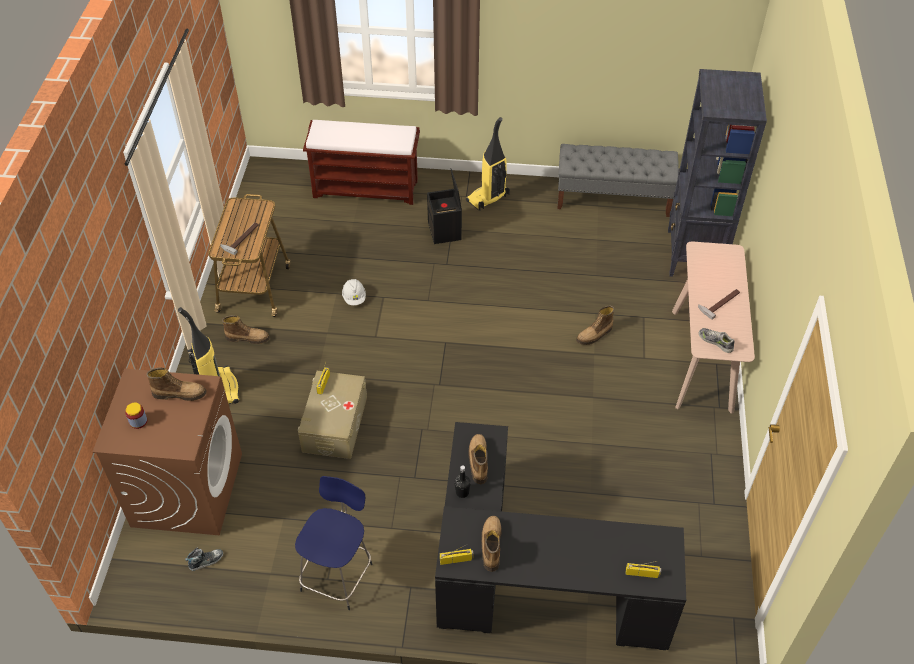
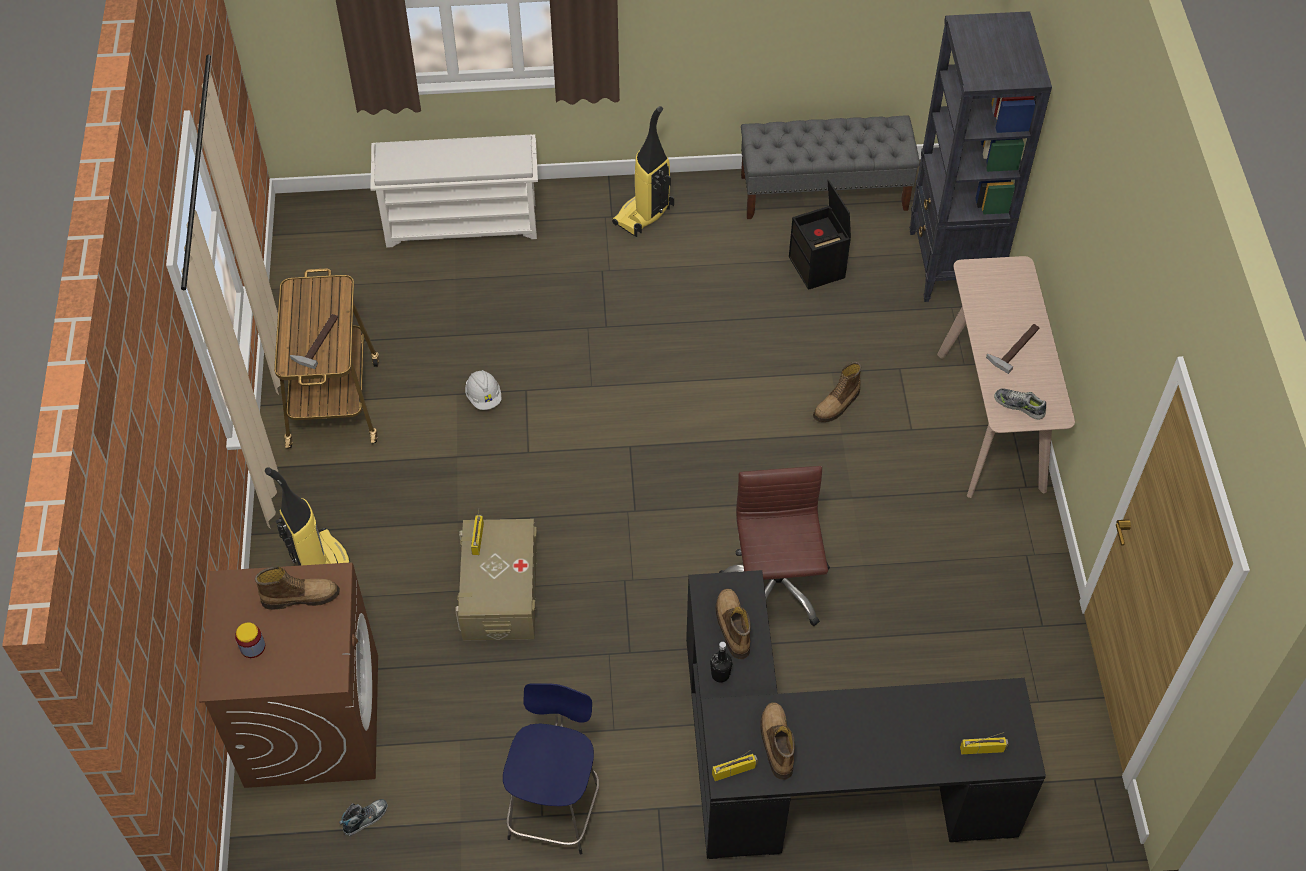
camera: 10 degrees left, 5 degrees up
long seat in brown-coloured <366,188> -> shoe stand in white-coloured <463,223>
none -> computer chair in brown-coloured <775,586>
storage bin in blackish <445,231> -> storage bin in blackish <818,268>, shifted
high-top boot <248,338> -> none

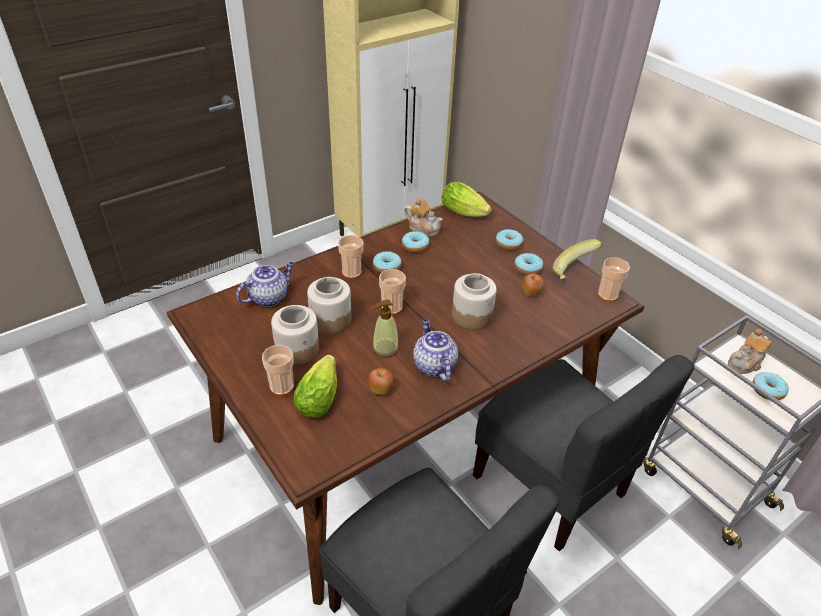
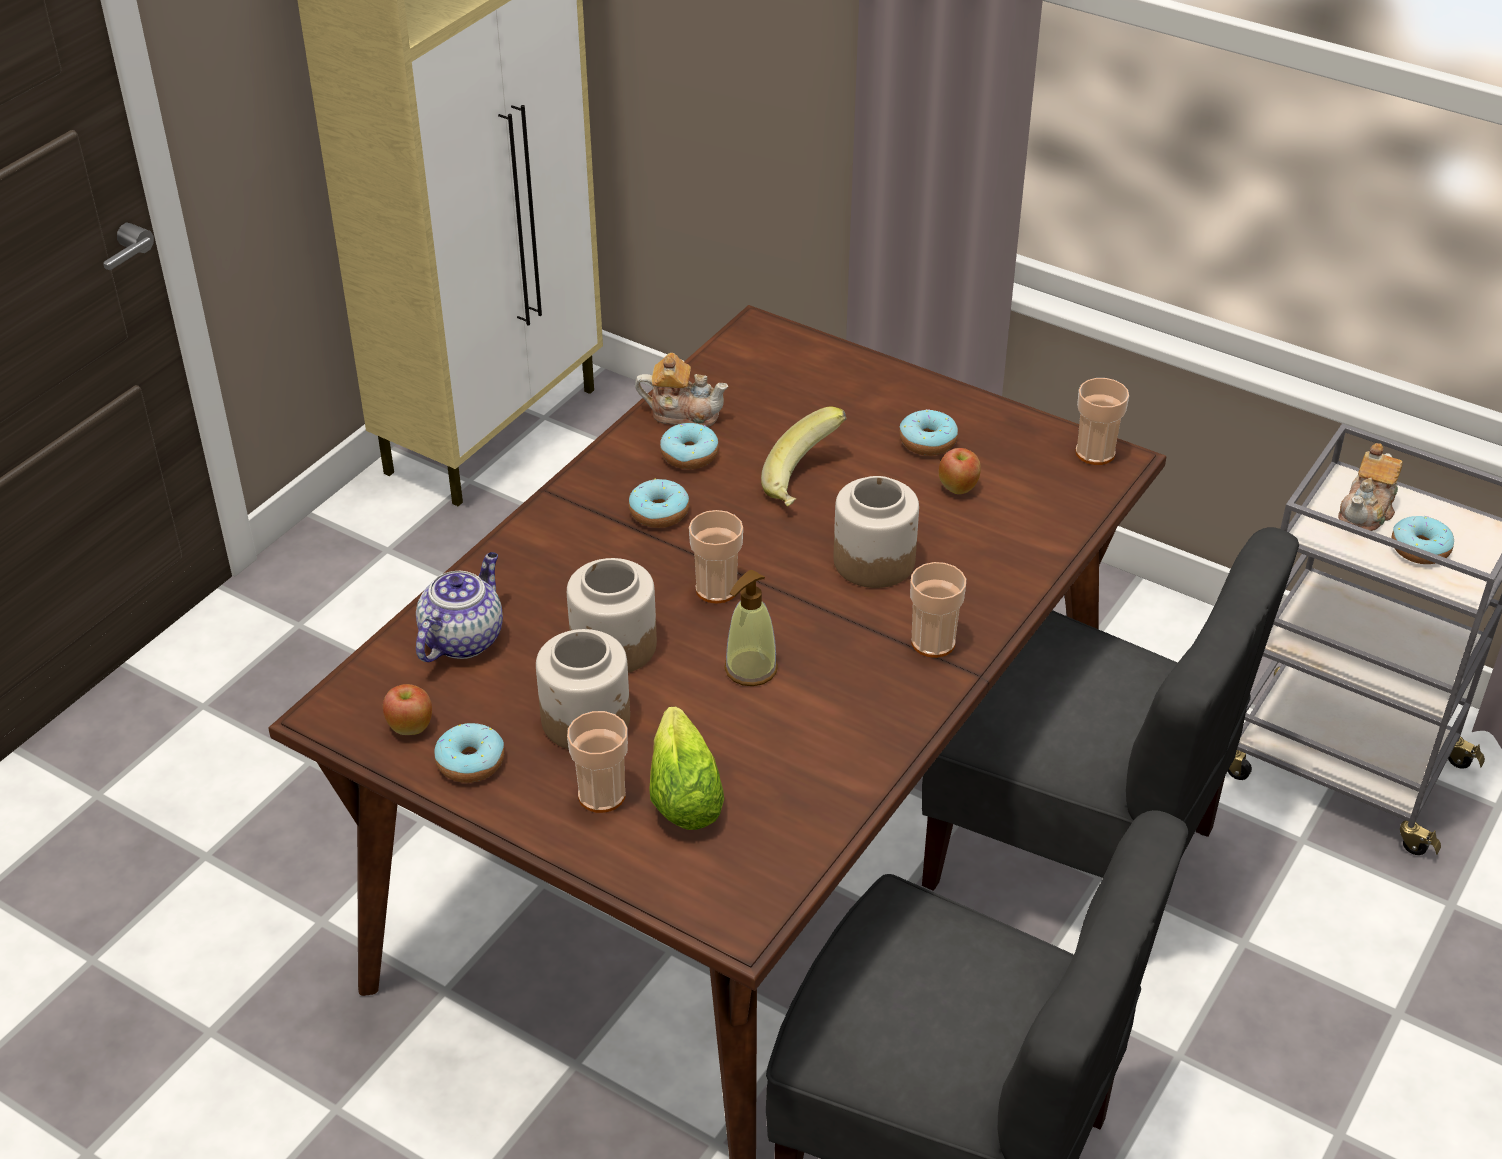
camera: 20 degrees left, 0 degrees up
apple fruit <380,389> -> apple fruit <410,727>, shifted
ring doughnut <508,244> -> ring doughnut <470,762>, shifted
banana fruit <574,272> -> banana fruit <806,483>, shifted
drinking cup <351,272> -> drinking cup <933,642>, shifted
pot for tea <433,365> -> none
head of lettuce <466,212> -> none

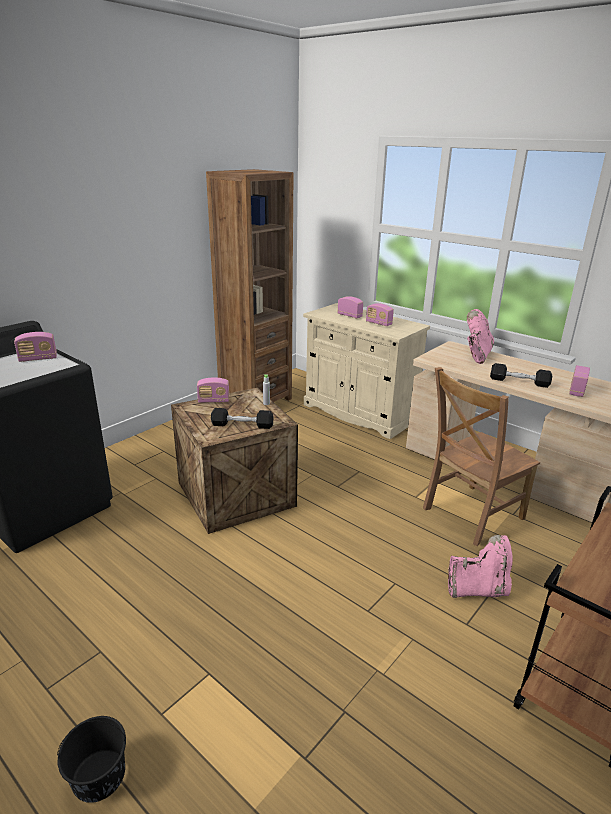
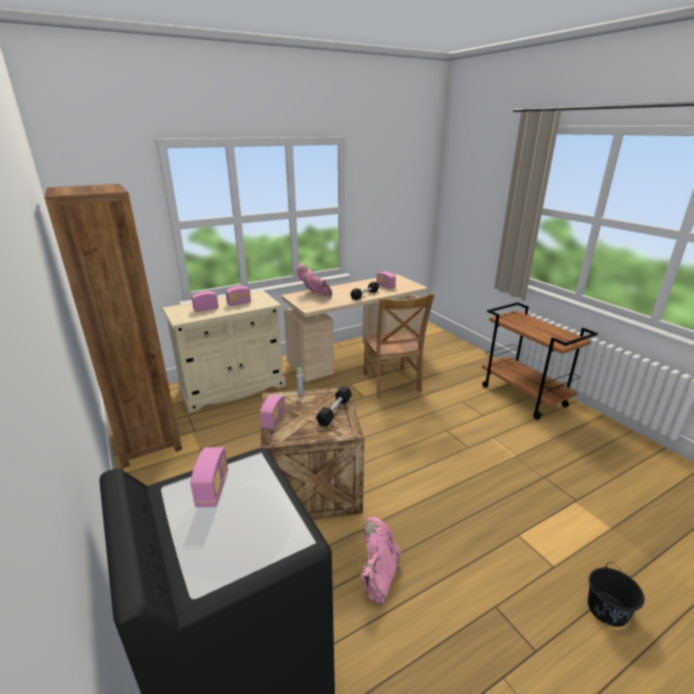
camera: 70 degrees left, 0 degrees up
high-top boot in pink <478,589> -> high-top boot in pink <379,575>, shifted

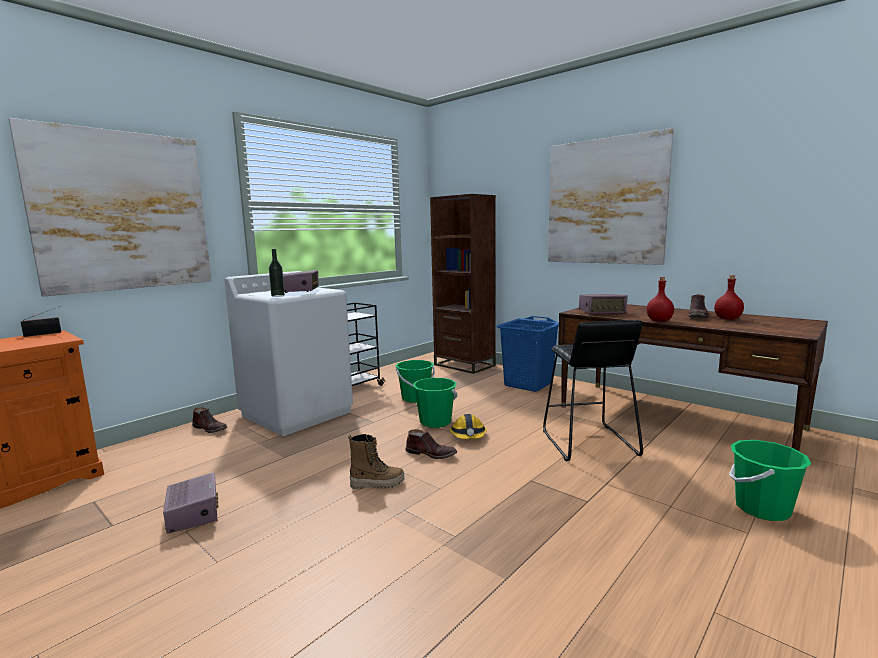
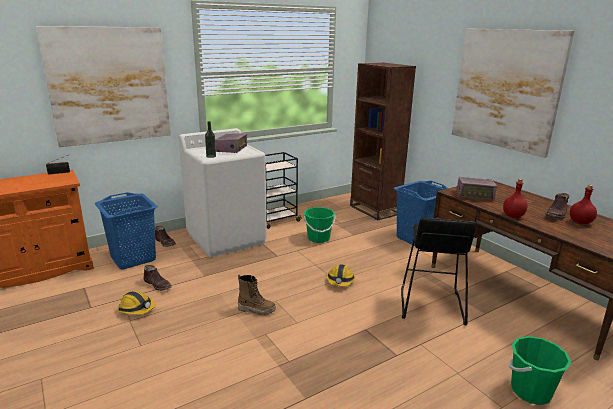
camera: 15 degrees right, 10 degrees up
none -> washing basket in bluish <133,258>
radio set <194,514> -> hard hat <137,309>
high-top boot in brown-coloured <431,454> -> high-top boot in brown-coloured <158,284>, shifted
pail in green-coloured <435,422> -> none

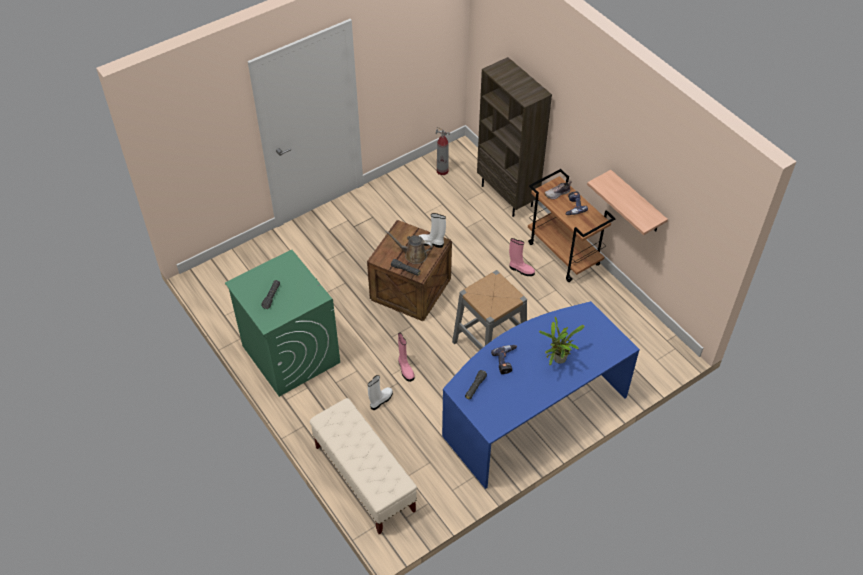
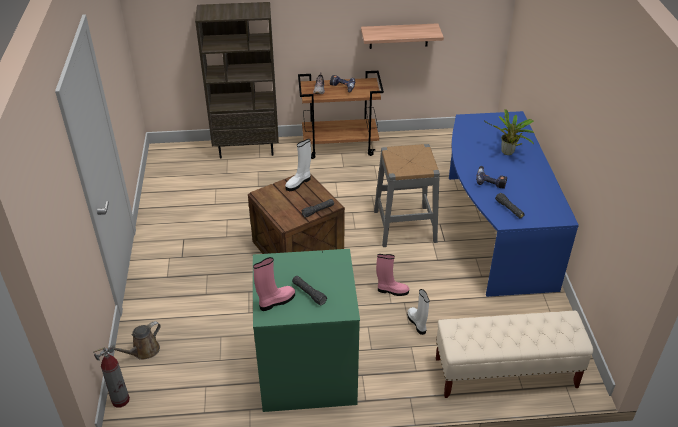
camera: 60 degrees left, 10 degrees down
extinguisher <442,171> -> extinguisher <120,400>, shifted
watering can in brown-coloured <413,255> -> watering can in brown-coloured <143,351>, shifted
high-top boot in pink <521,270> -> high-top boot in pink <276,301>, shifted

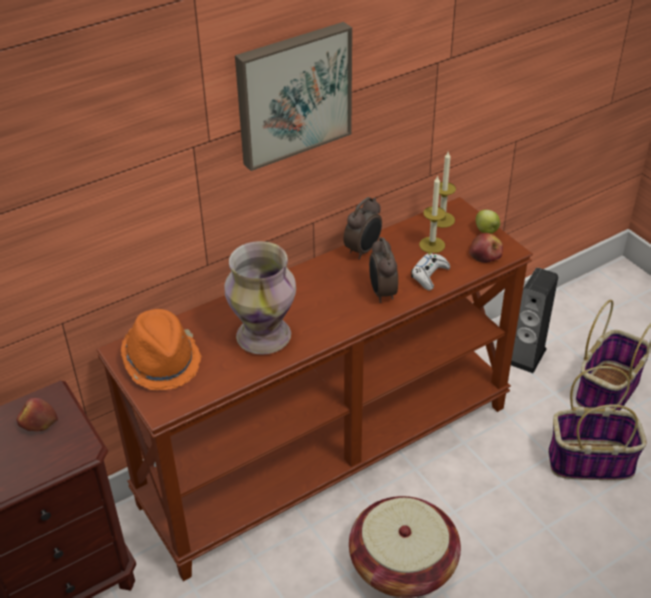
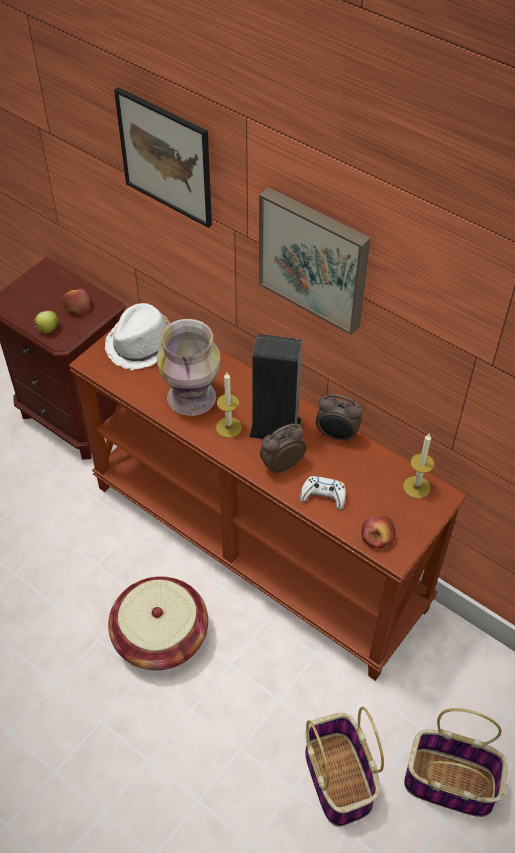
camera: 70 degrees right, 10 degrees up
apple fruit <486,231> -> apple fruit <47,329>, shifted
hat in orangey <162,361> -> hat in white-coloured <141,345>
none -> wall art <166,157>
wax light <432,245> -> wax light <228,427>, shifted
loudspeaker <527,356> -> loudspeaker <275,428>, shifted

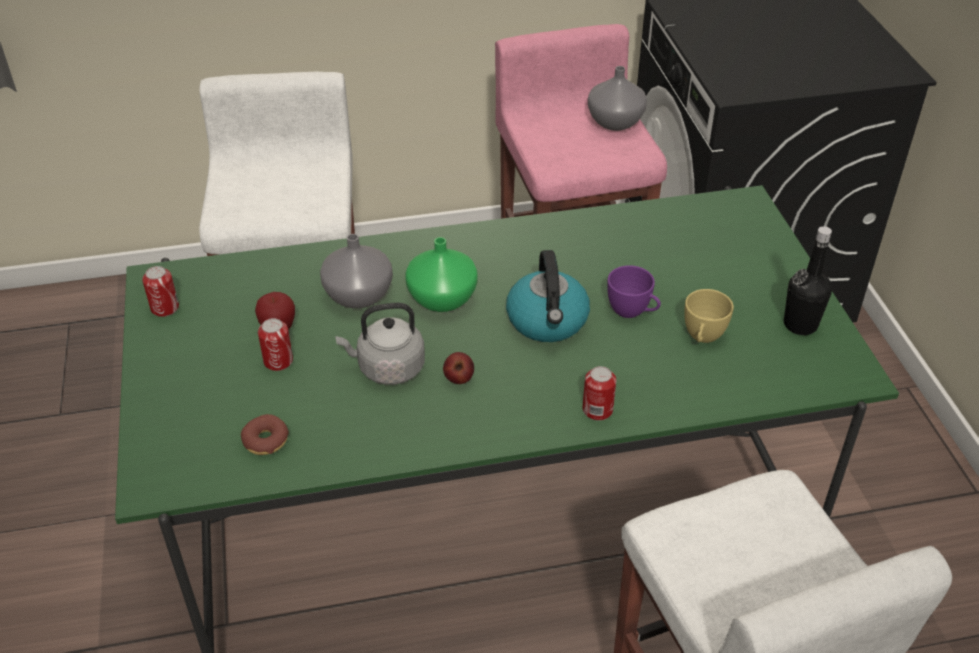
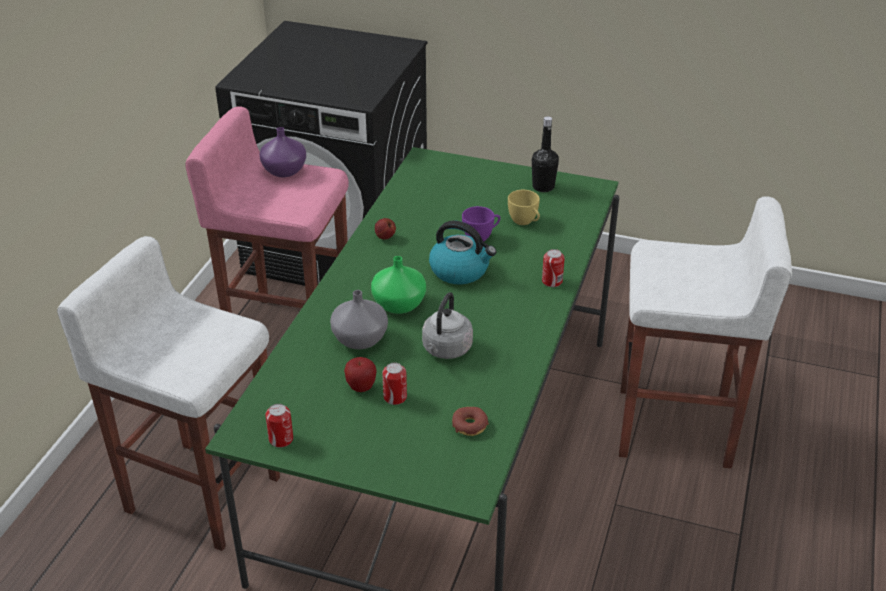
camera: 60 degrees left, 5 degrees down
decorative vase in greyish <614,121> -> decorative vase in purple <283,170>
apple fruit <458,379> -> apple fruit <384,237>, shifted

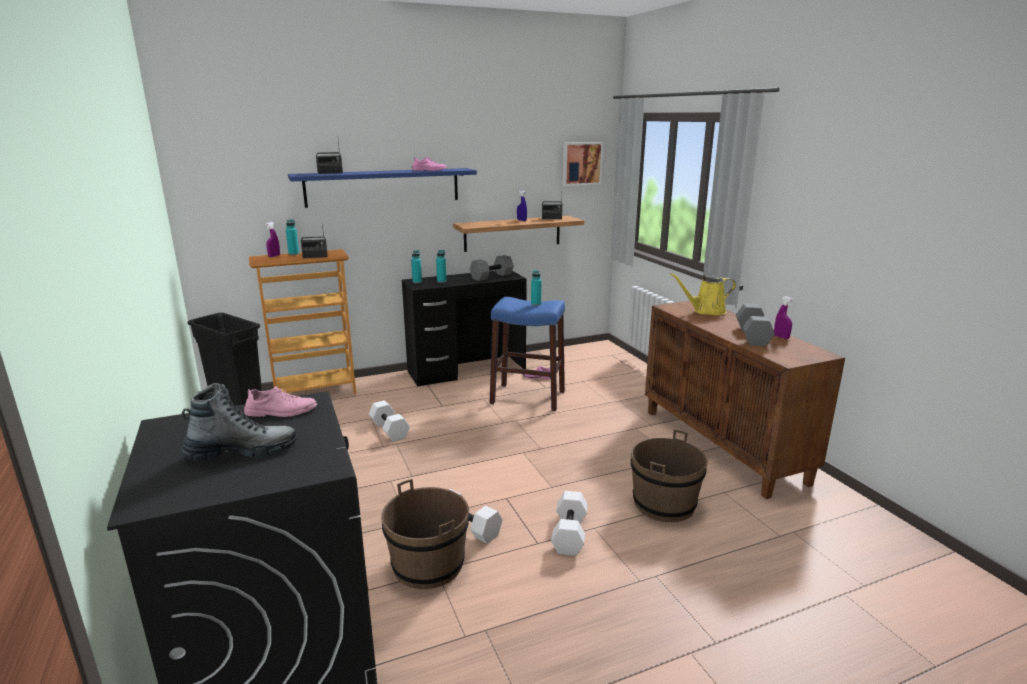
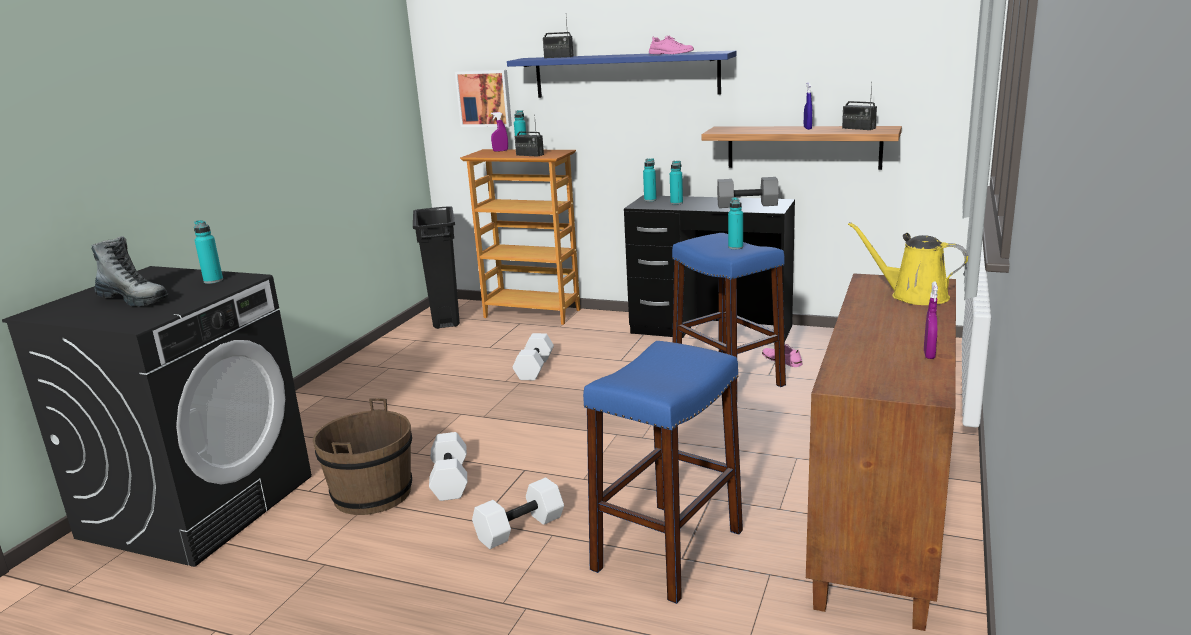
camera: 45 degrees right, 0 degrees up
shoe in pink <281,411> -> beverage bottle in turquoise <213,281>
wall art <581,163> -> wall art <485,98>, shifted
pail in brown-coloured <663,504> -> stool in bluish <668,549>
dumbbell in greyish <751,336> -> none

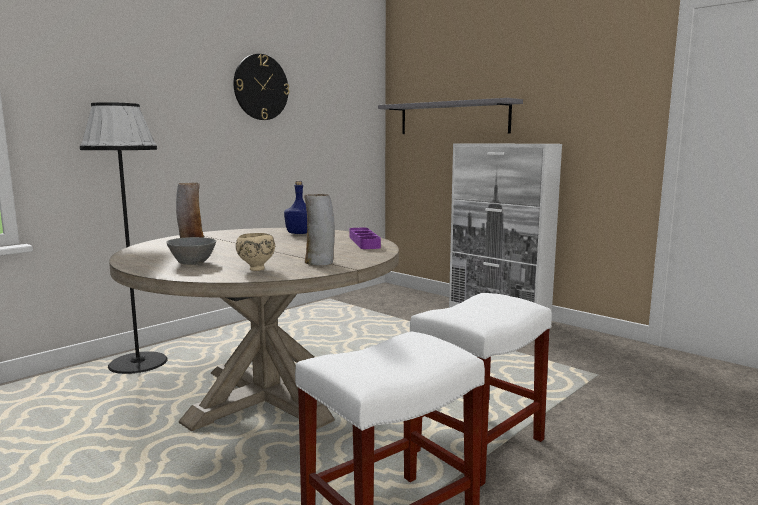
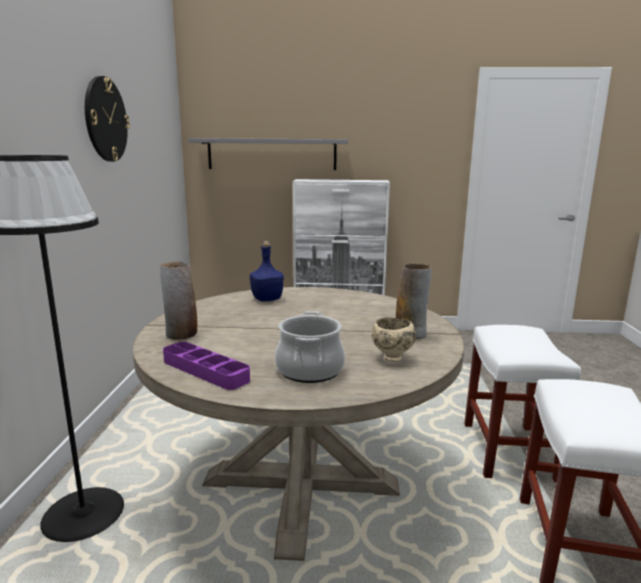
camera: 40 degrees left, 5 degrees up
carrying tray in purple <364,242> -> carrying tray in purple <205,370>, shifted
bowl in greyish <192,263> -> stockpot <310,370>

